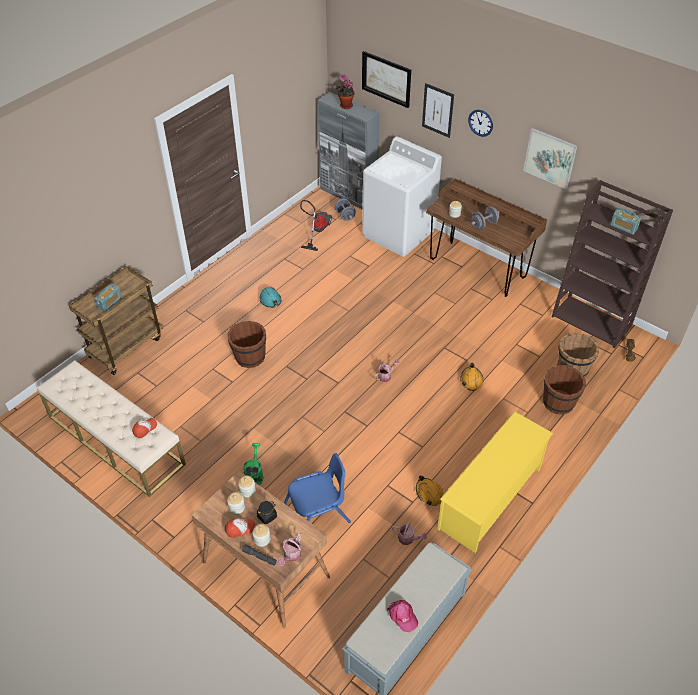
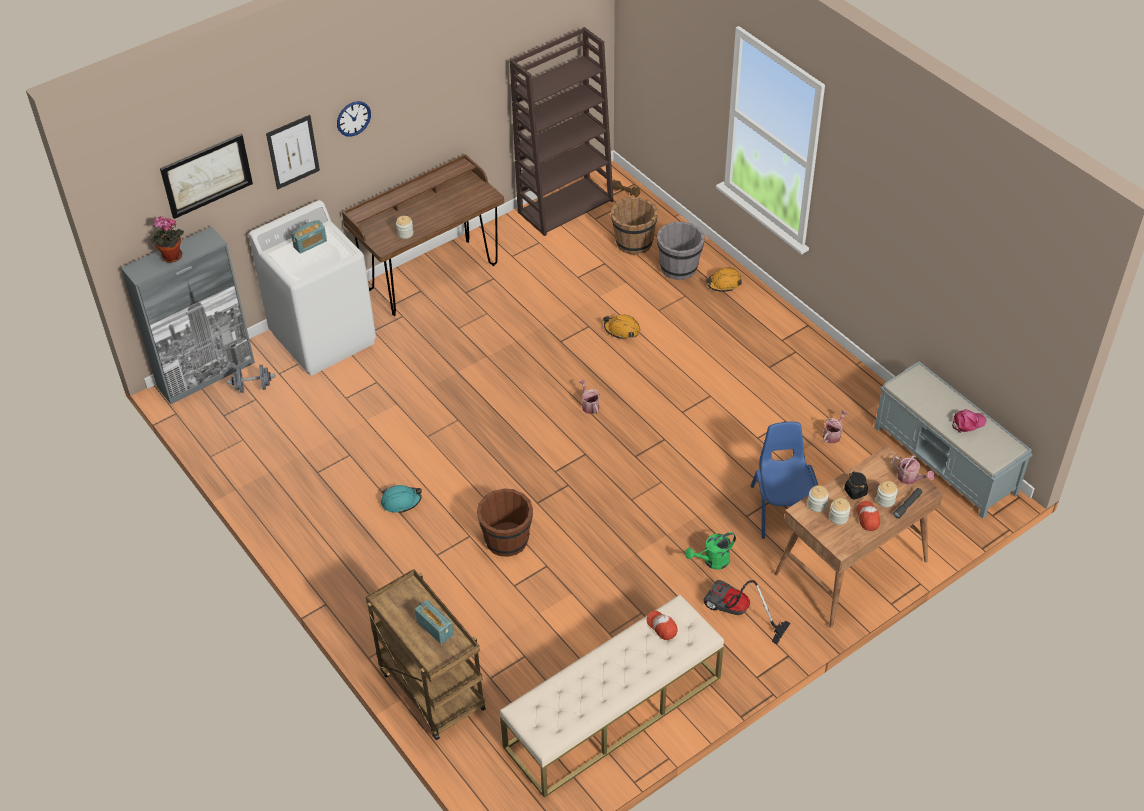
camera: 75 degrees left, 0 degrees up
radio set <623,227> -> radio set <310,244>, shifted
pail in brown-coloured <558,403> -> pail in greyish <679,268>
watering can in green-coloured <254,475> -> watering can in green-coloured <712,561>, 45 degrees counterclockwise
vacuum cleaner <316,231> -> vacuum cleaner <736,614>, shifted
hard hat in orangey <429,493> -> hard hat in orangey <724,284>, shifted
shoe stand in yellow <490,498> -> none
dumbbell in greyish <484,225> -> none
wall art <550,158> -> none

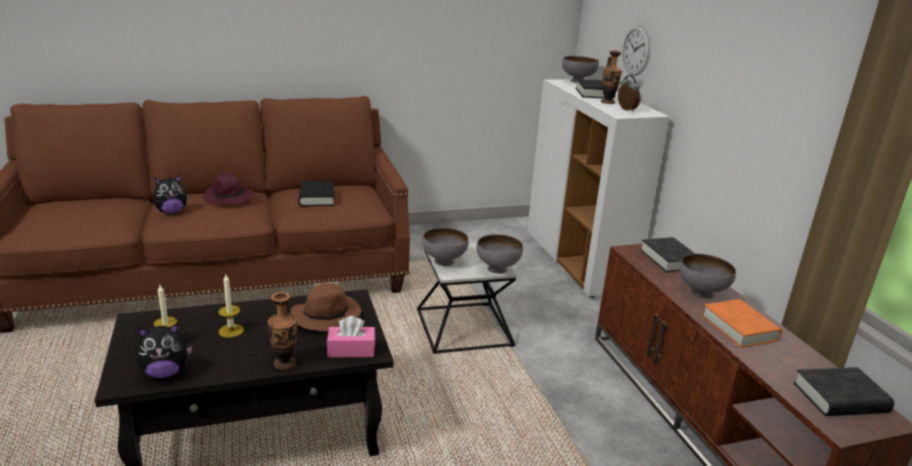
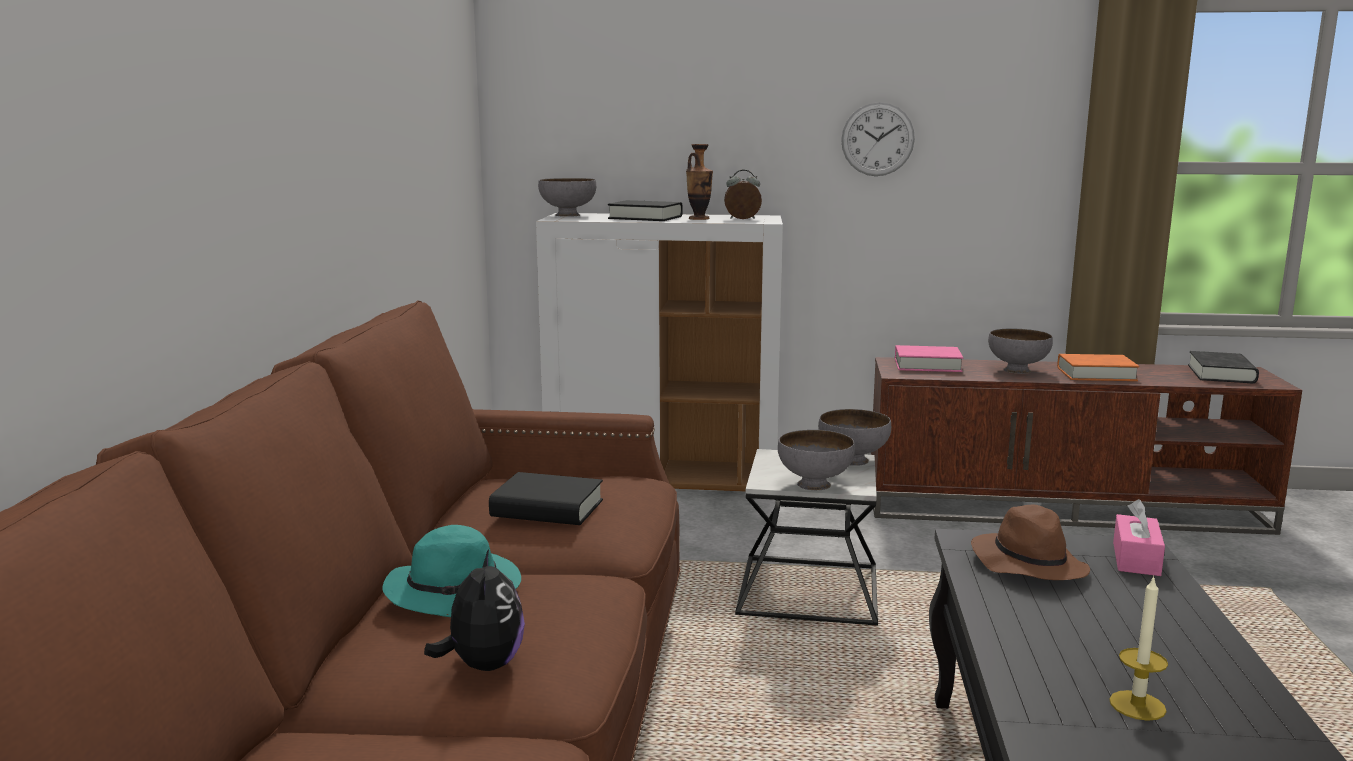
camera: 65 degrees left, 10 degrees down
hat in purple <229,198> -> hat in turquoise <456,590>
wall clock <636,50> -> wall clock <877,139>, shifted
book in blackish <669,259> -> book in pink <927,365>
soft toy <165,372> -> none
wax light <231,331> -> none
decorative vase <285,363> -> none

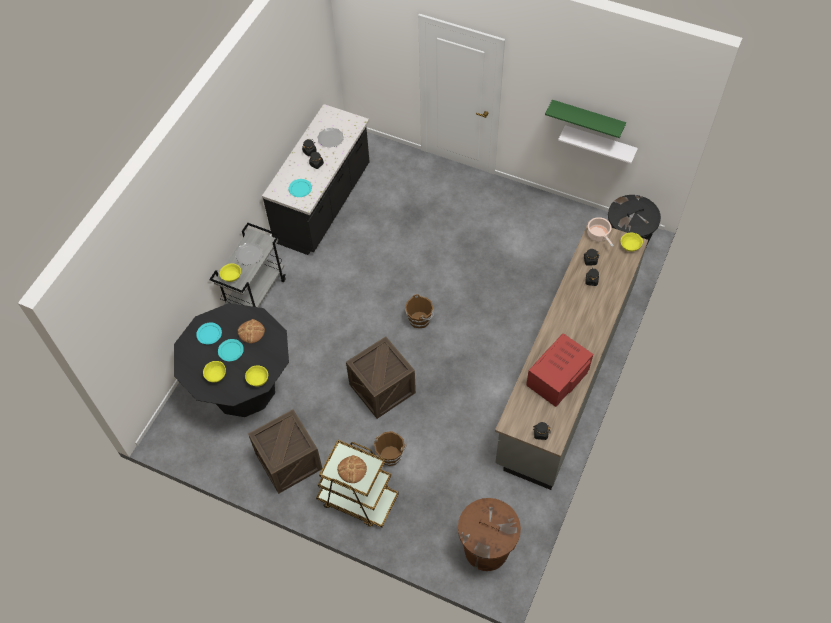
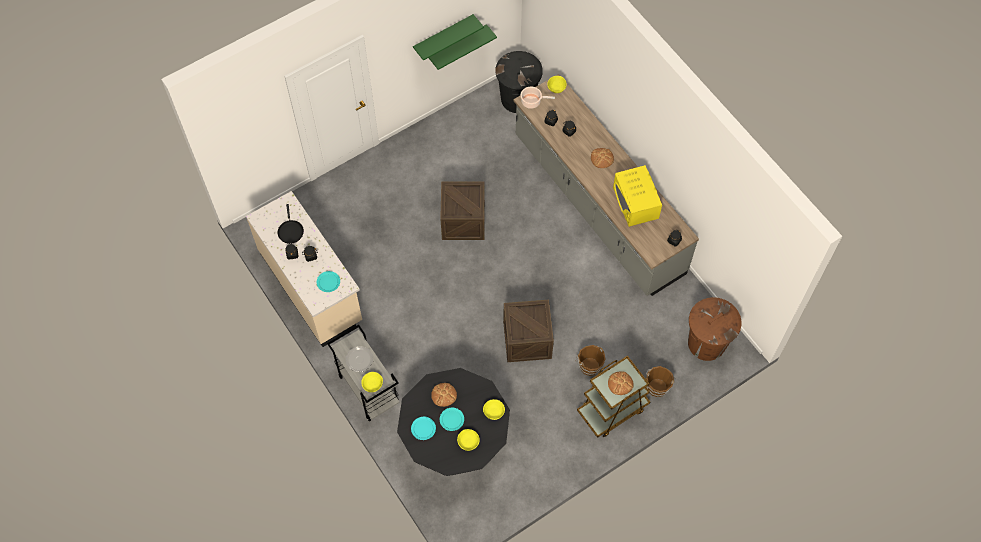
camera: 60 degrees left, 5 degrees up
kitchen counter in blackish <324,204> -> kitchen counter in sand-coloured <311,287>
flat dish <330,138> -> skillet in blackish <290,231>
wall shelf in white-coloured <599,143> -> wall shelf in green-coloured <457,46>
shipping crate <289,461> -> shipping crate <463,221>, shifted
none -> baked bread <602,158>
microwave oven in red-coloured <557,377> -> microwave oven in yellow <635,202>
pail in brown-coloured <420,319> -> pail in brown-coloured <657,386>, shifted

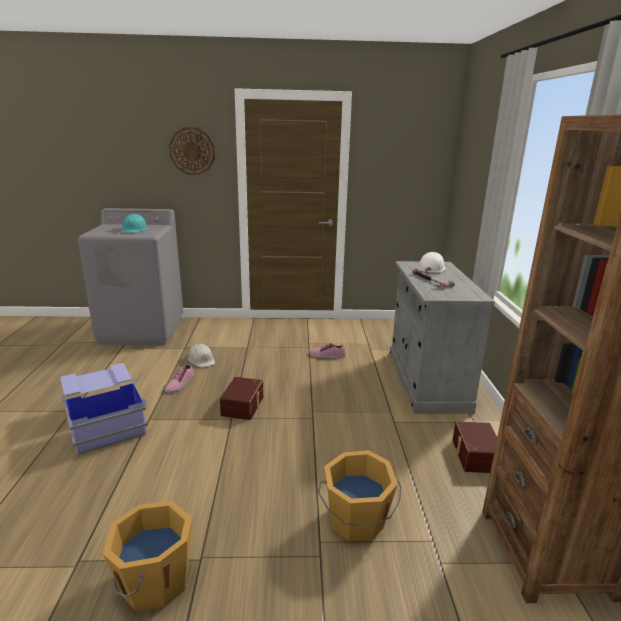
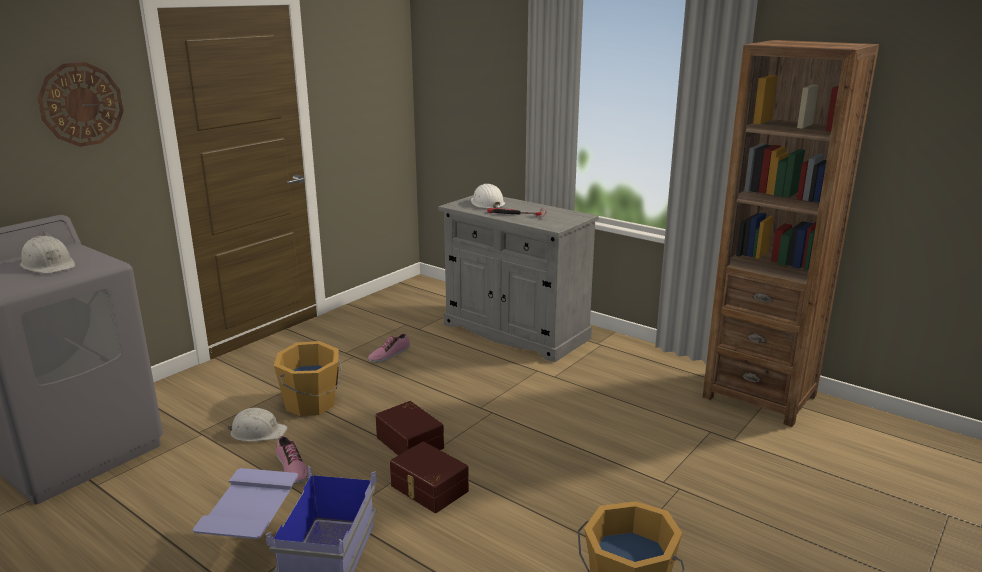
camera: 50 degrees left, 0 degrees up
hard hat in turquoise <134,229> -> hard hat in white-coloured <49,265>
pail in orangey <356,521> -> pail in orangey <311,403>, shifted
storage bin in brown-coloured <474,455> -> storage bin in brown-coloured <428,489>, shifted

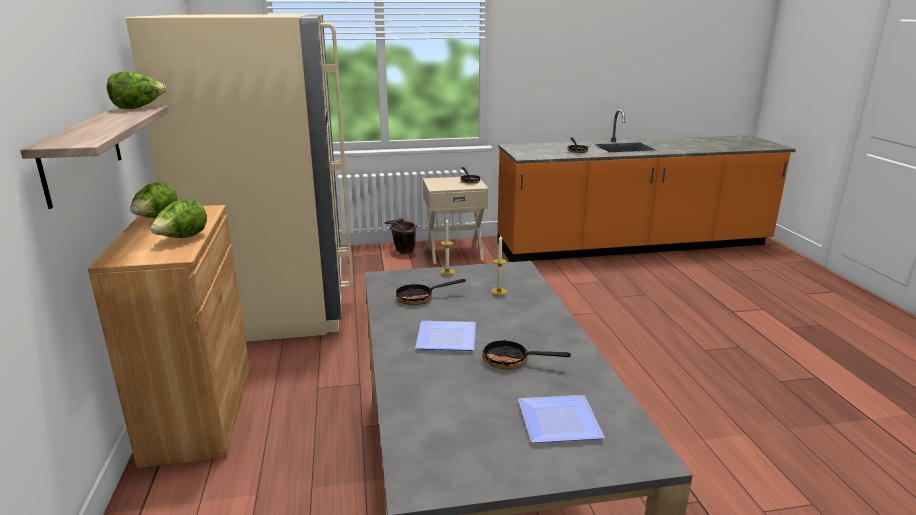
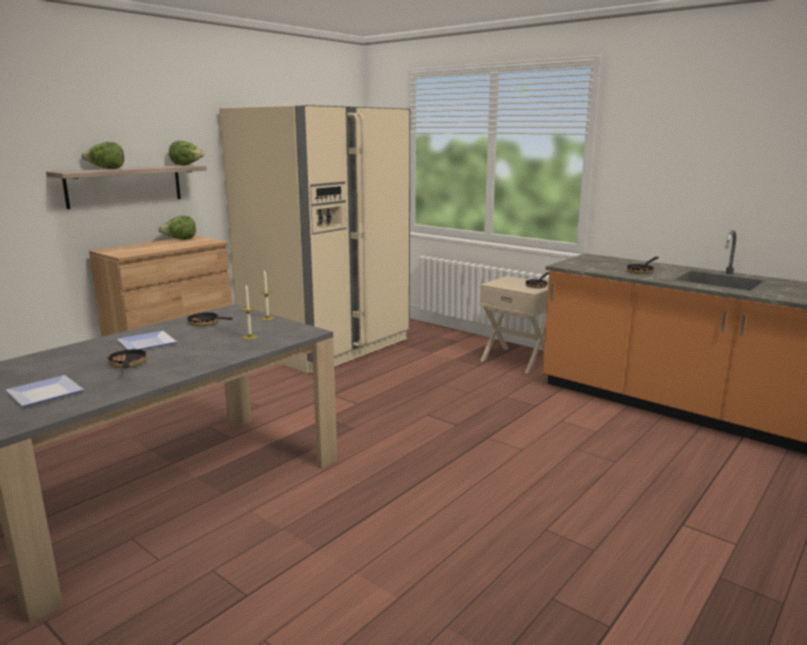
camera: 50 degrees right, 5 degrees down
head of lettuce <182,238> -> head of lettuce <106,169>, shifted
pail in brown-coloured <402,252> -> none

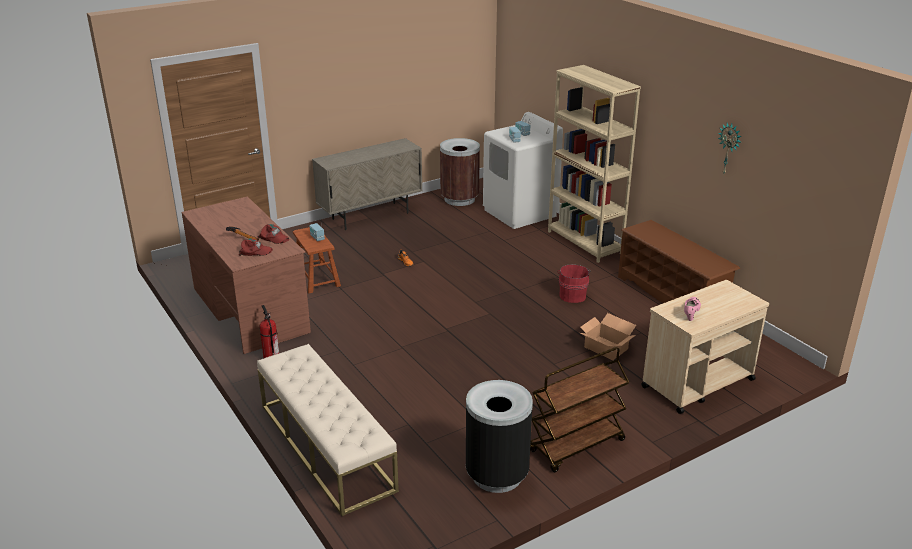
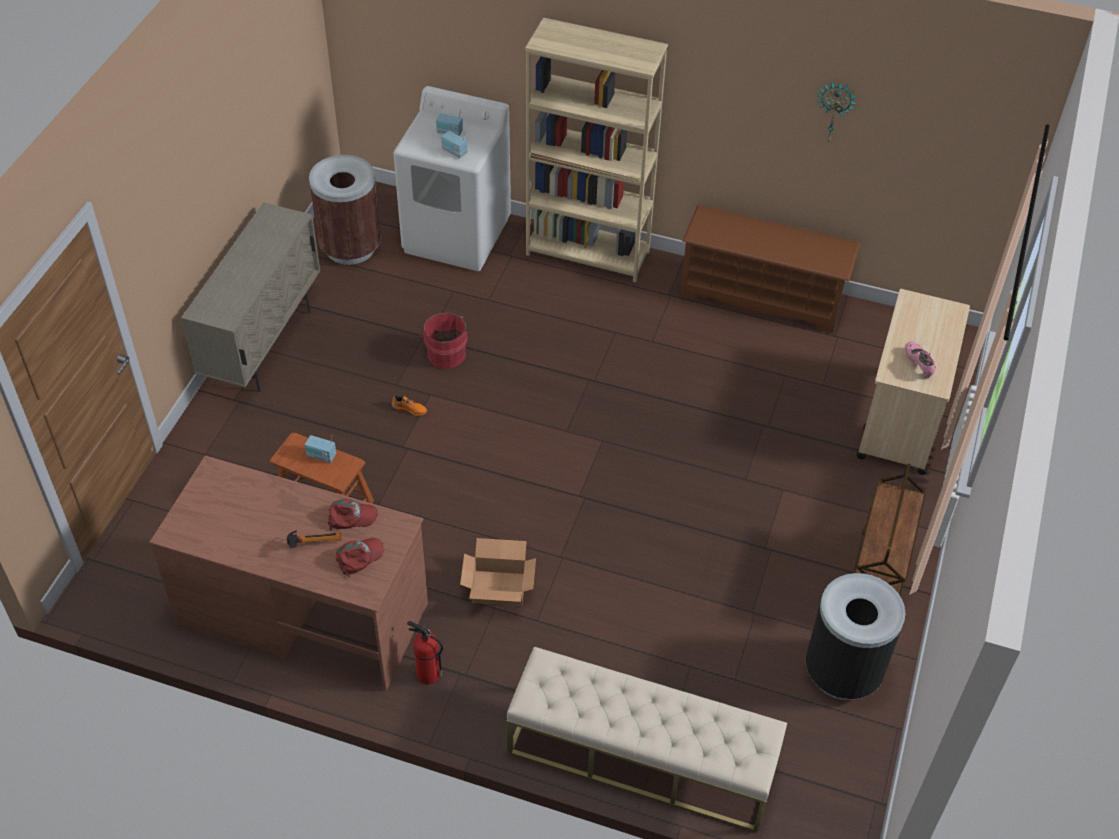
camera: 40 degrees left, 20 degrees up
pail in red-coloured <572,295> -> pail in red-coloured <445,353>, shifted
packing box <606,347> -> packing box <498,587>, shifted

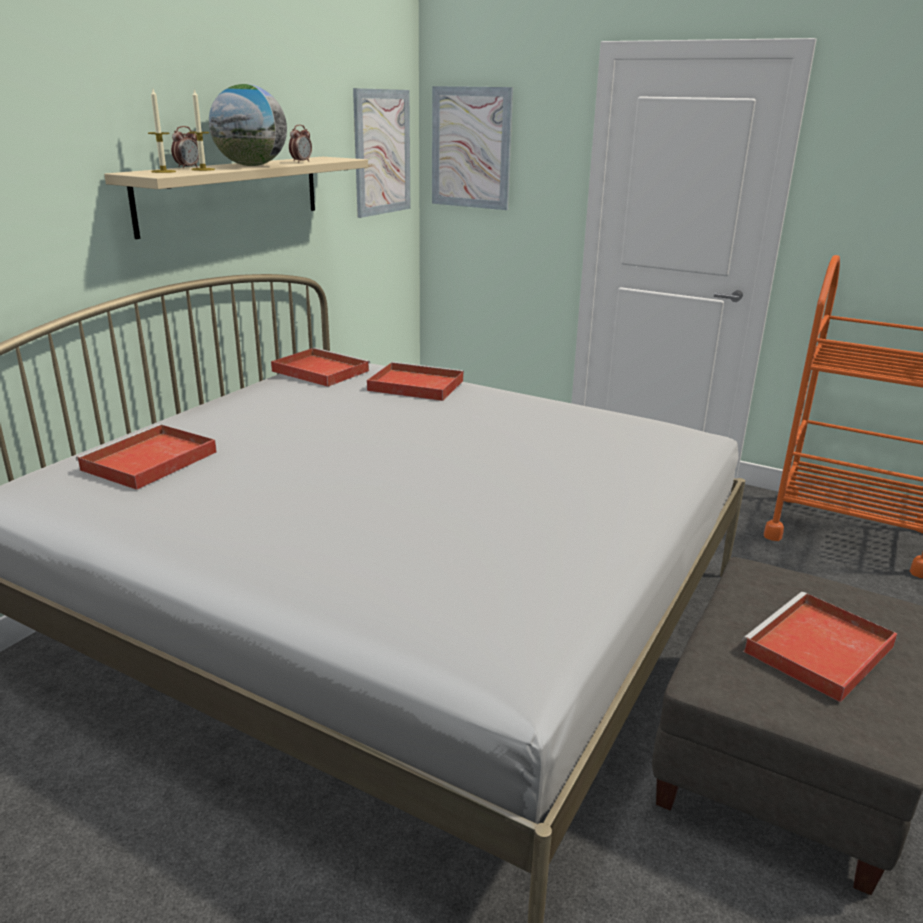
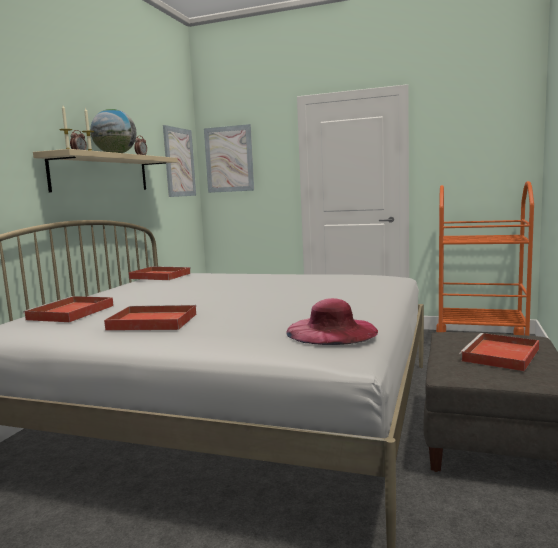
camera: 10 degrees left, 15 degrees down
carrying tray in red-coloured <414,385> -> carrying tray in red-coloured <151,322>, shifted
none -> hat in pink <331,331>

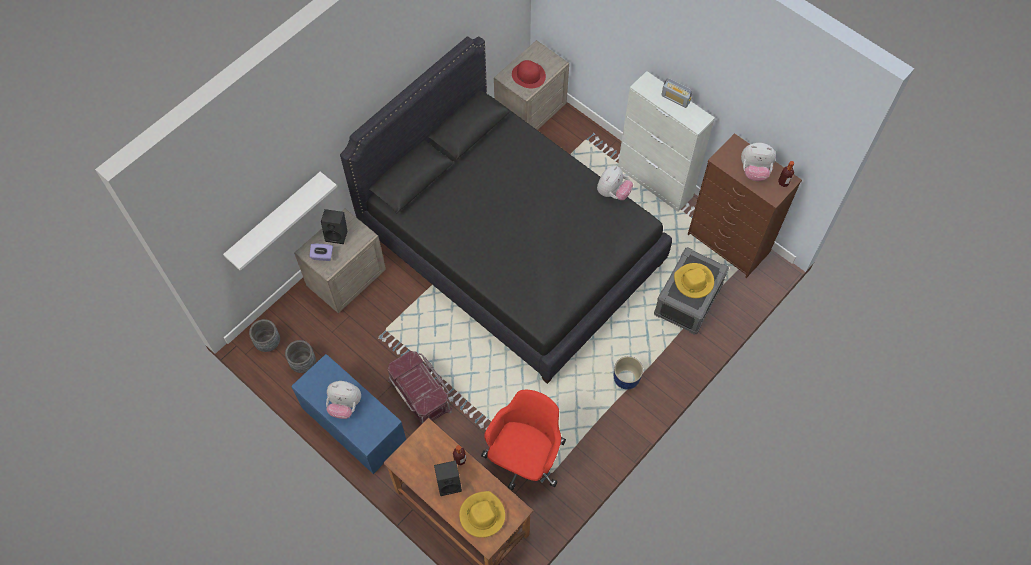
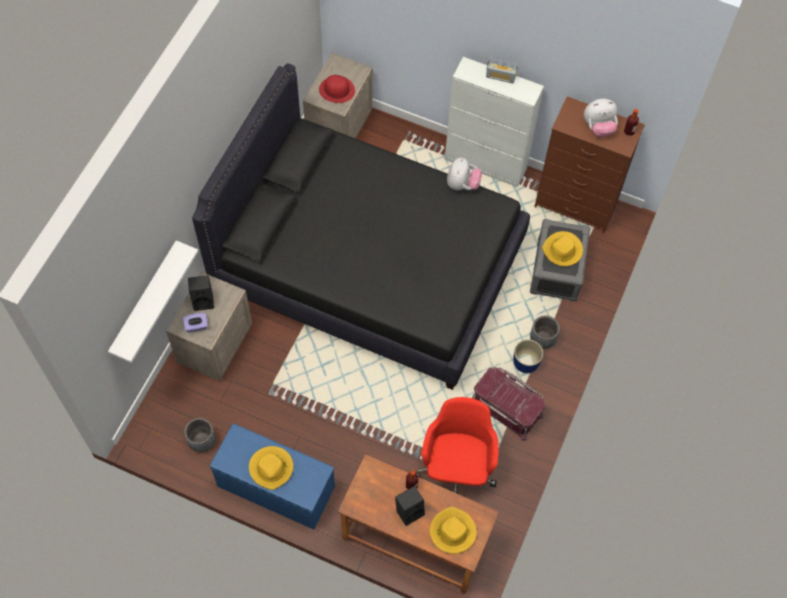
camera: 20 degrees left, 0 degrees up
soft toy <345,405> -> hat in yellow <271,468>
storage bin in red-coloured <420,394> -> storage bin in red-coloured <507,408>, shifted
planter in greyish <268,342> -> planter in greyish <542,339>, shifted

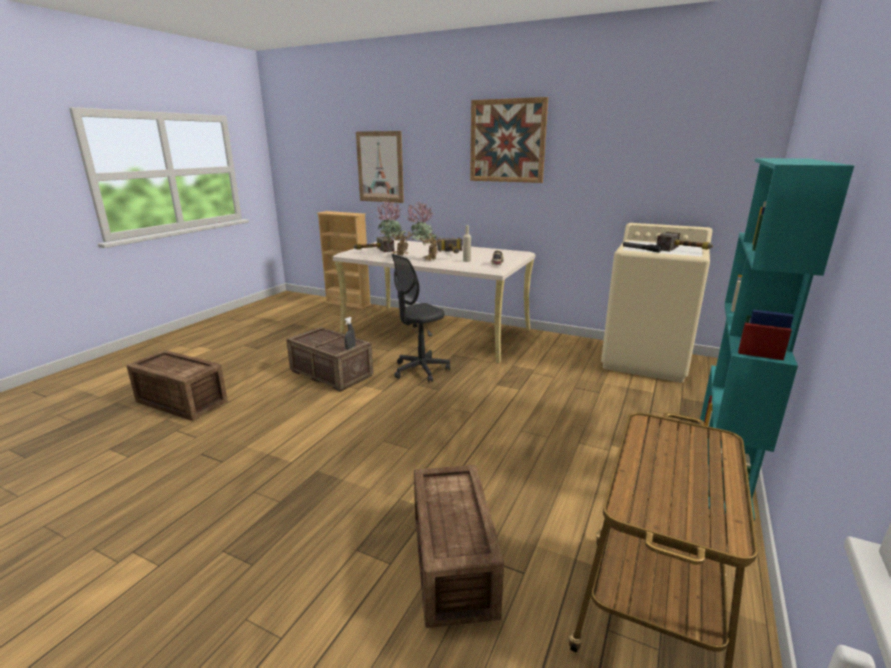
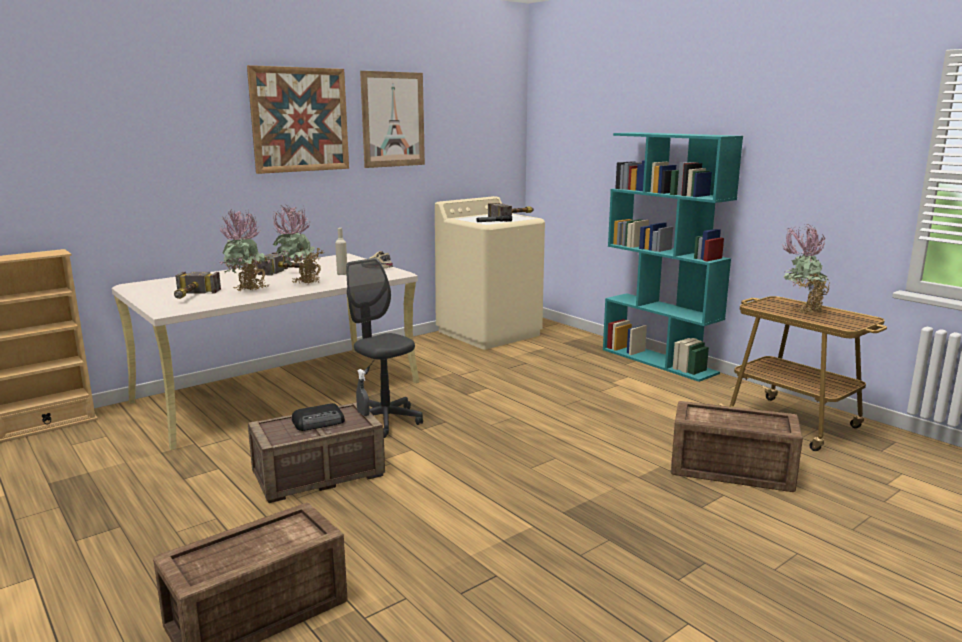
camera: 65 degrees left, 5 degrees down
none -> radio set <319,422>
computer chair in greyish <420,370> -> computer chair in greyish <384,421>, 150 degrees clockwise
wall art <380,167> -> wall art <393,119>, shifted
none -> potted plant <801,311>

